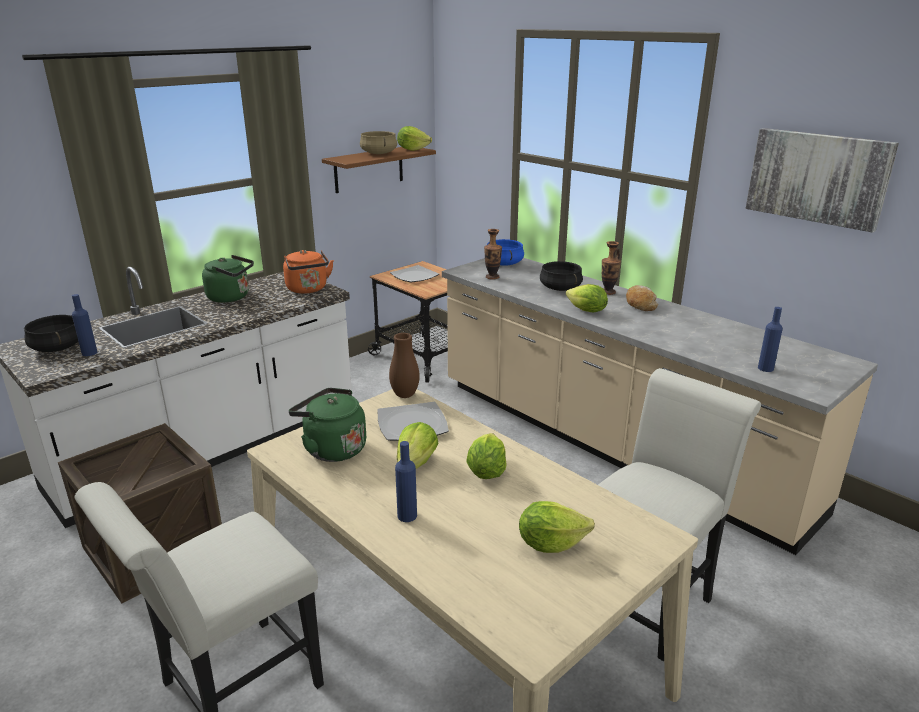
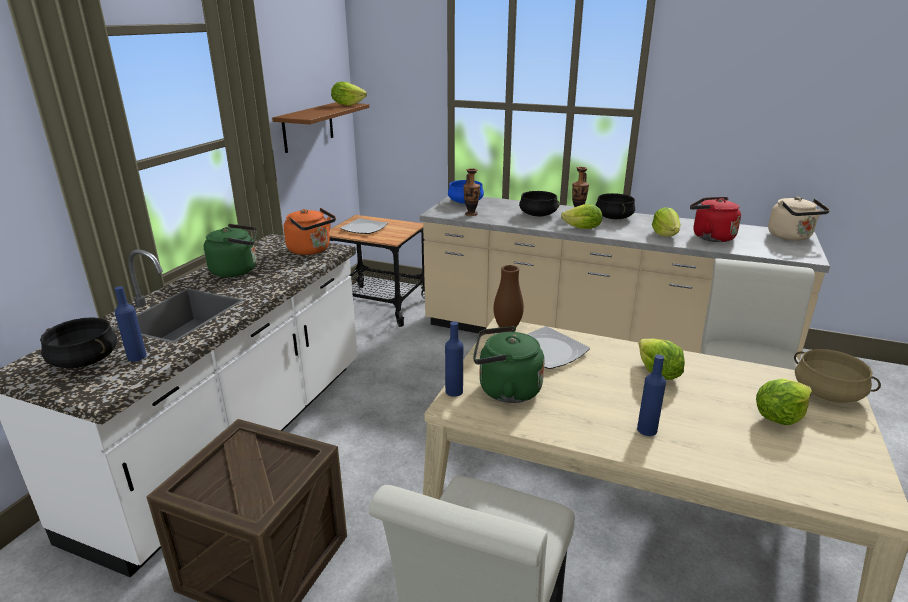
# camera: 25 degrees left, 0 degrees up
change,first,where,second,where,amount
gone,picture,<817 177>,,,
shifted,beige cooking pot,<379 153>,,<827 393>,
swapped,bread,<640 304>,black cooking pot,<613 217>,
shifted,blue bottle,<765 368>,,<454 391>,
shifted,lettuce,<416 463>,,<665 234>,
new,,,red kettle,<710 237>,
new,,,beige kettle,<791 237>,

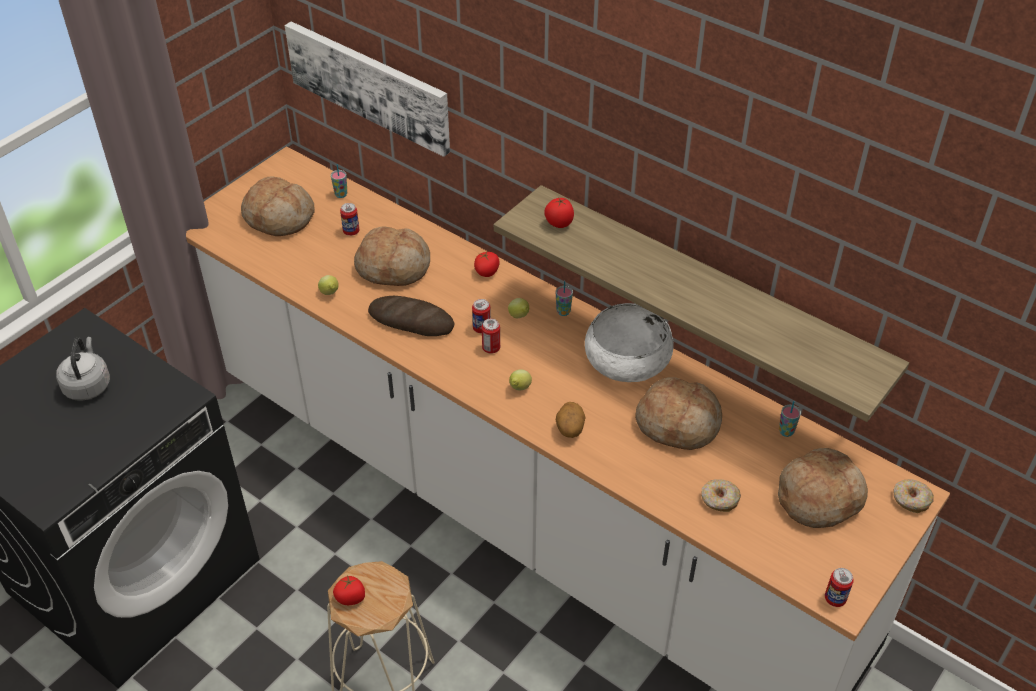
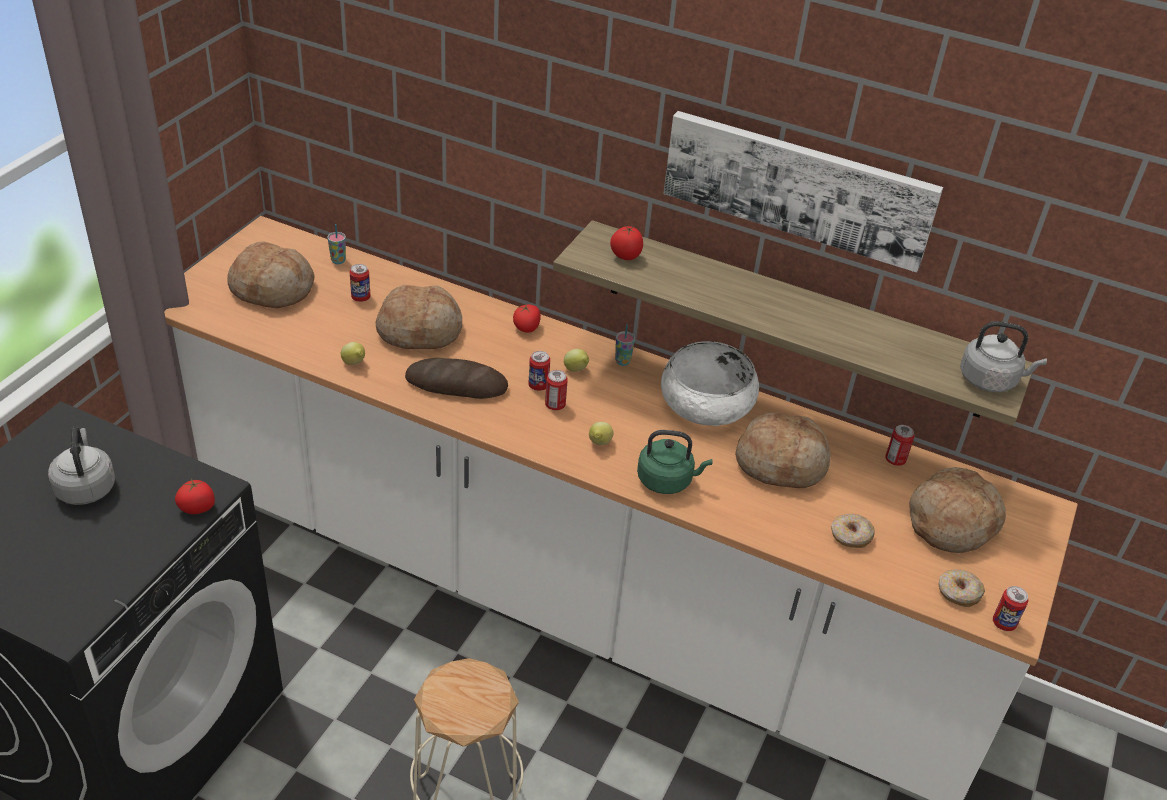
# camera: 15 degrees left, 5 degrees down
change,first,where,second,where,amount
shifted,picture,<369 85>,,<798 187>,
swapped,cup,<786 431>,can,<895 460>,
swapped,potato,<569 429>,green kettle,<667 481>,
shifted,donut,<910 500>,,<958 593>,
shifted,tomato,<351 598>,,<197 507>,
new,,,grey kettle,<991 380>,

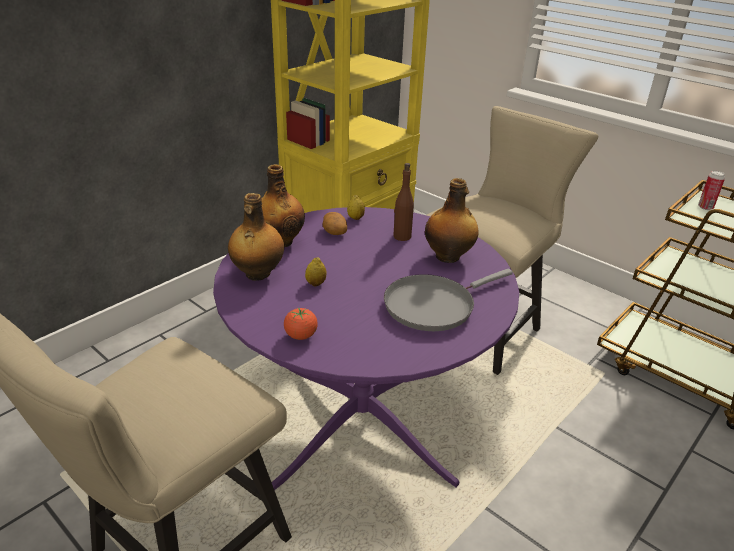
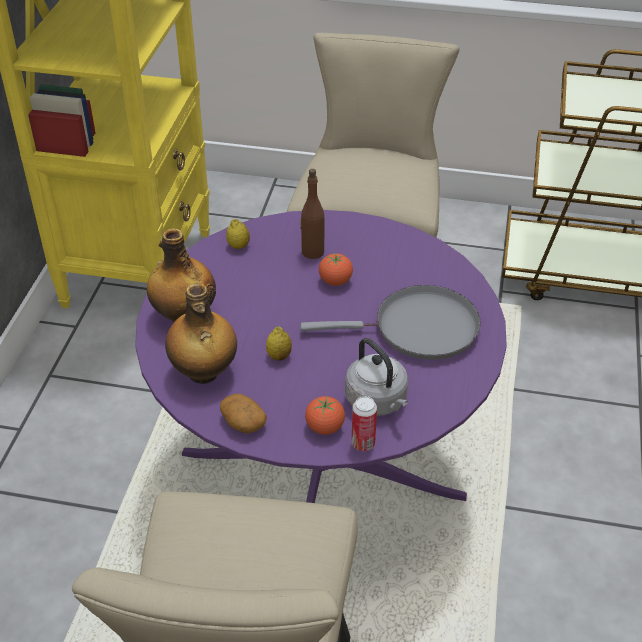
# camera: 30 degrees left, 10 degrees up
change,first,where,second,where,amount
shifted,can,<705 207>,,<363 443>,
gone,bottle,<448 257>,,,
shifted,potato,<334 231>,,<243 422>,
rotated,grey frying pan,<433 305>,,<419 329>,120 degrees counterclockwise
new,,,tomato,<335 281>,
new,,,grey kettle,<378 401>,

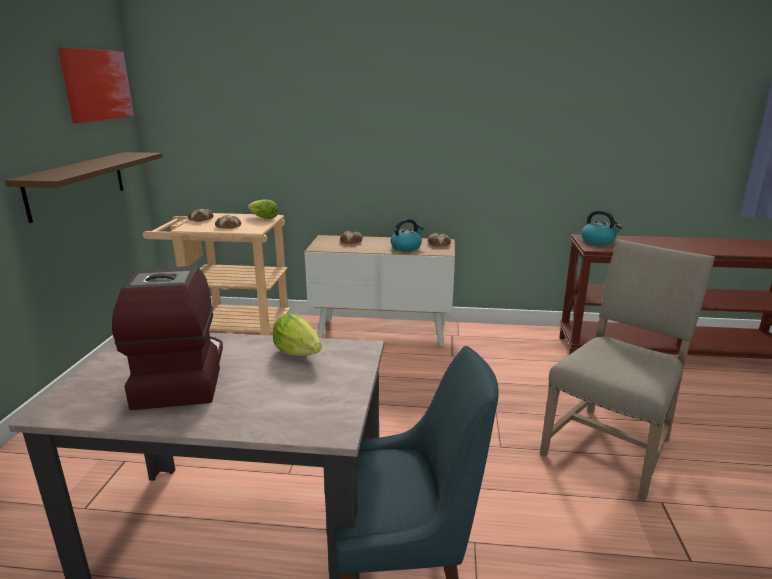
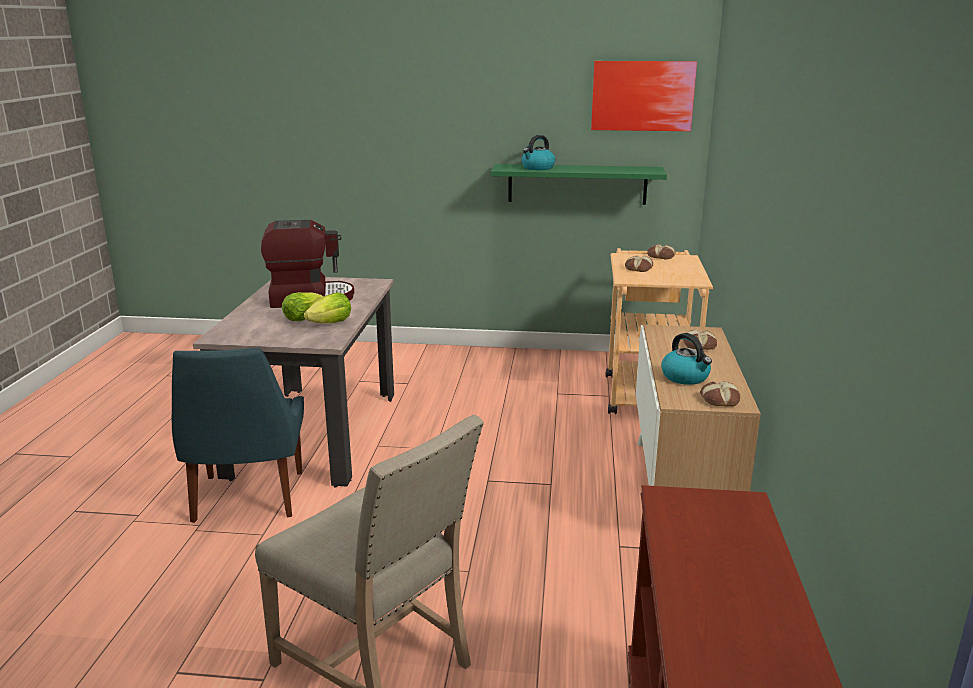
# camera: 90 degrees right, 0 degrees up
change,first,where,second,where,amount
repainted,brown shelf,<77 184>,green shelf,<577 184>,
shifted,lettuce,<263 218>,,<303 317>,
shifted,kettle,<598 241>,,<537 168>,

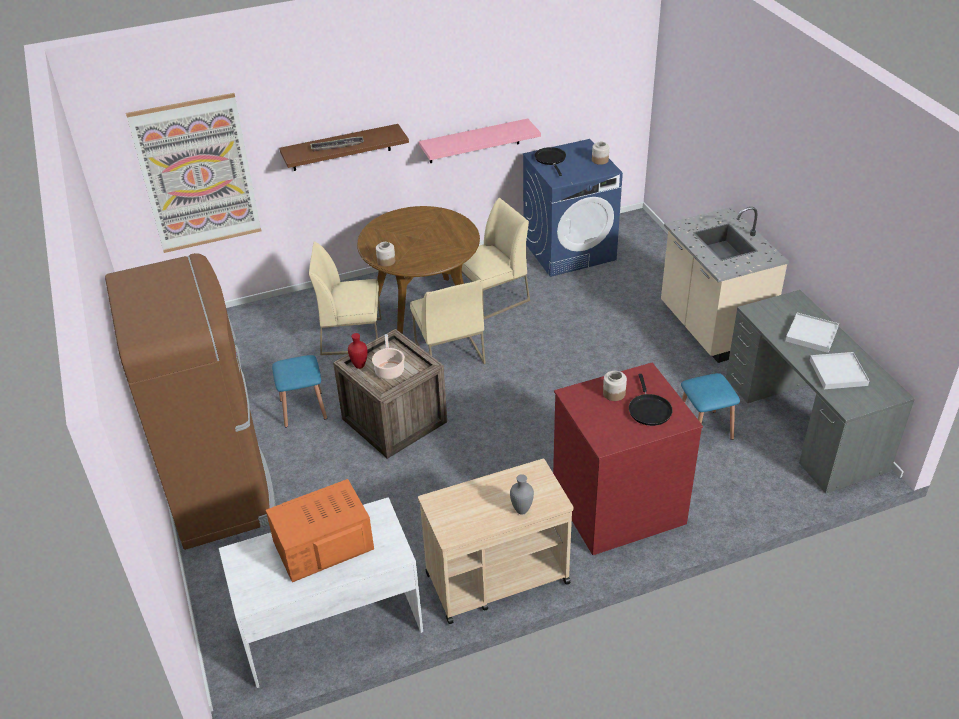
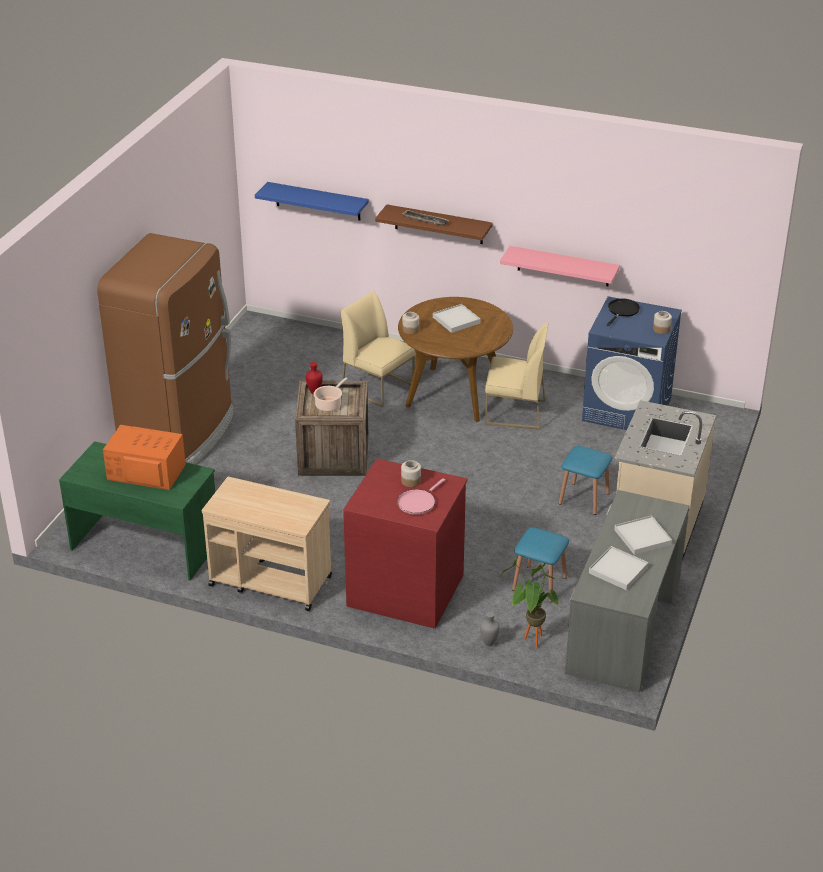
# camera: 40 degrees right, 5 degrees down
change,first,where,second,where,amount
swapped,picture,<197 175>,blue shelf,<318 201>,
gone,beige chair,<448 352>,,,
shifted,blue stool,<303 409>,,<584 498>,
repainted,black frying pan,<649 409>,pink frying pan,<418 502>,
shifted,grey vase,<521 511>,,<488 643>,
repainted,white desk,<330 625>,green desk,<146 544>,
new,,,white tray,<456 320>,
new,,,potted plant,<530 641>,

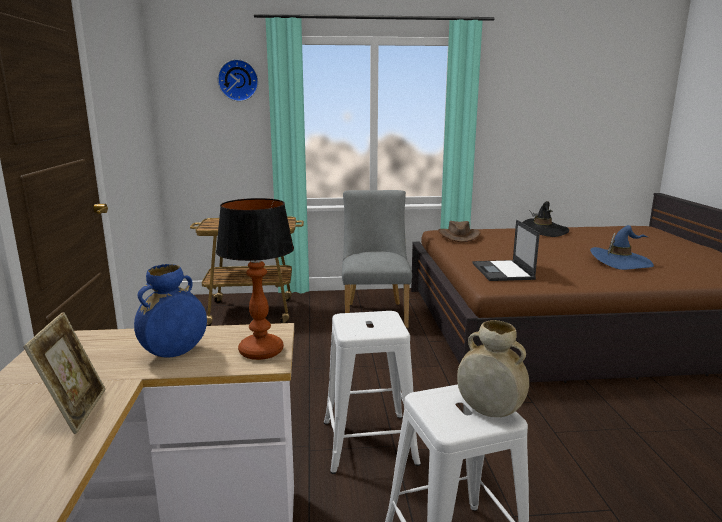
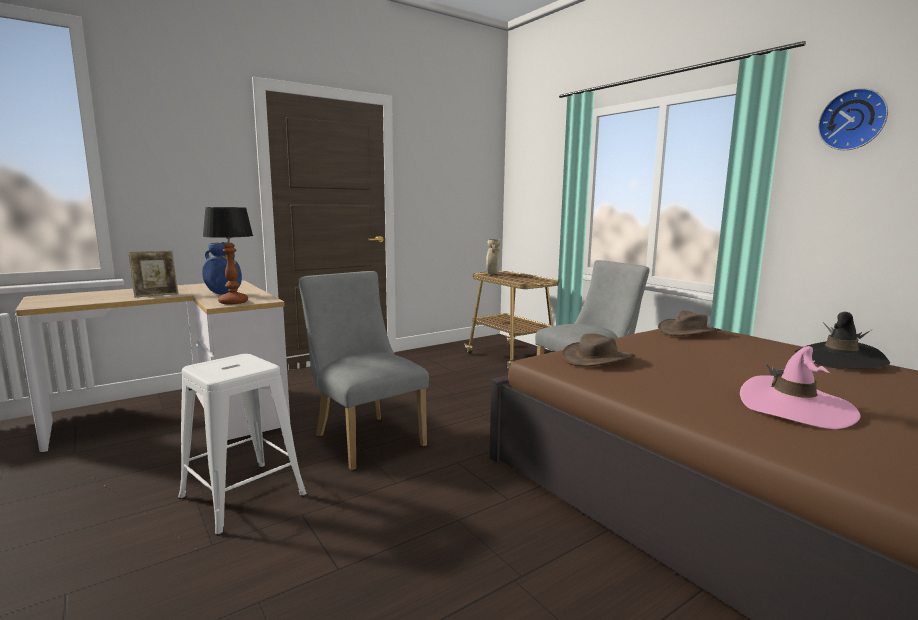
# camera: 60 degrees right, 5 degrees down
change,first,where,second,where,amount
shifted,wall clock,<238 80>,,<853 120>,
swapped,laptop,<503 271>,brown hat,<598 358>,
repainted,blue hat,<620 262>,pink hat,<796 407>,
swapped,white stool,<369 442>,grey chair,<364 438>,
shifted,beige vase,<489 412>,,<492 274>,

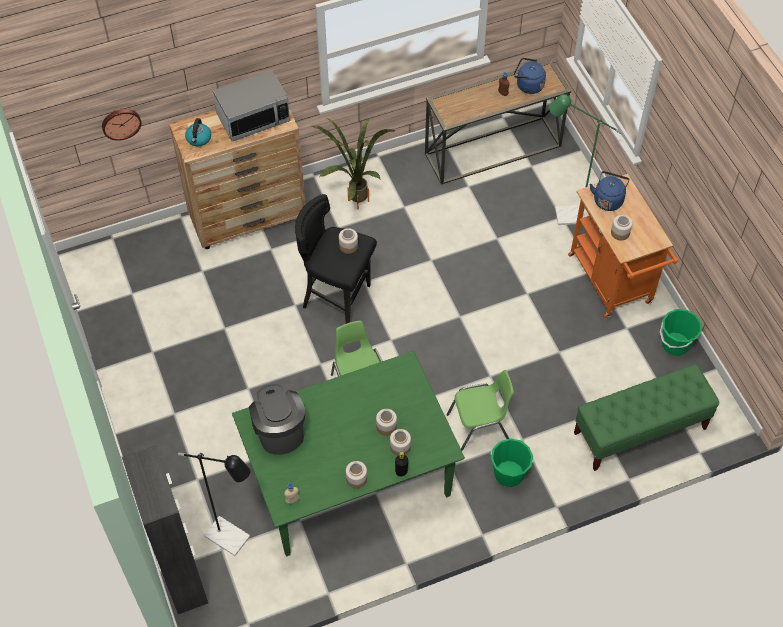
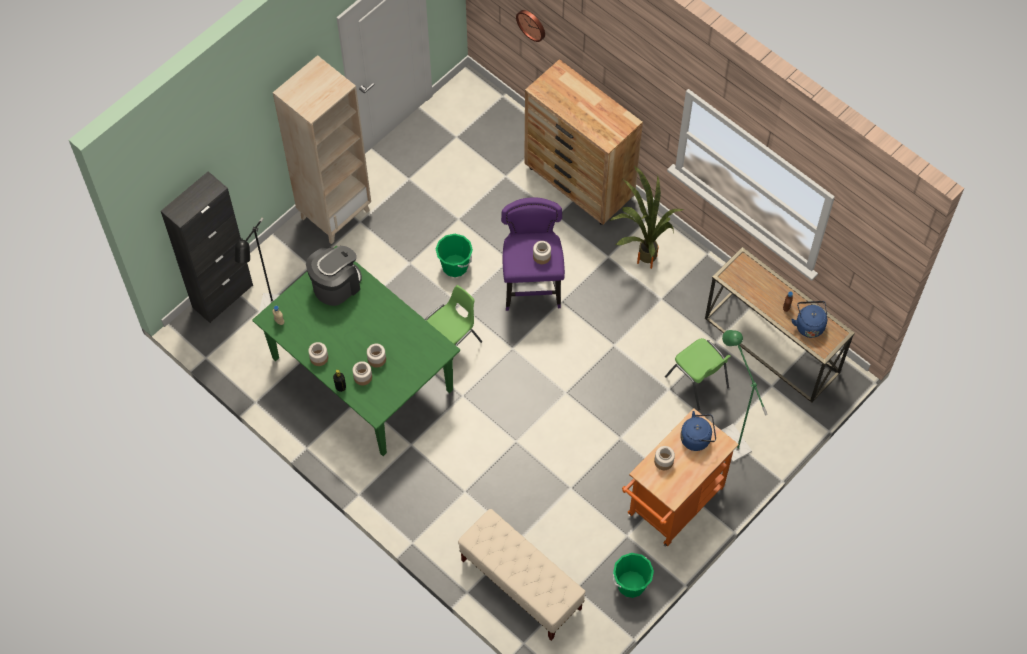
# camera: 65 degrees right, 5 degrees up
change,first,where,second,where,amount
gone,microwave,<253 118>,,,
gone,kettle,<199 139>,,,
repainted,black stool,<337 299>,purple stool,<532 289>,
repainted,green bench,<639 431>,beige bench,<520 584>,
shifted,green chair,<479 429>,,<697 382>,
shifted,green bucket,<509 474>,,<455 266>,
new,,,beige bookcase,<335 213>,

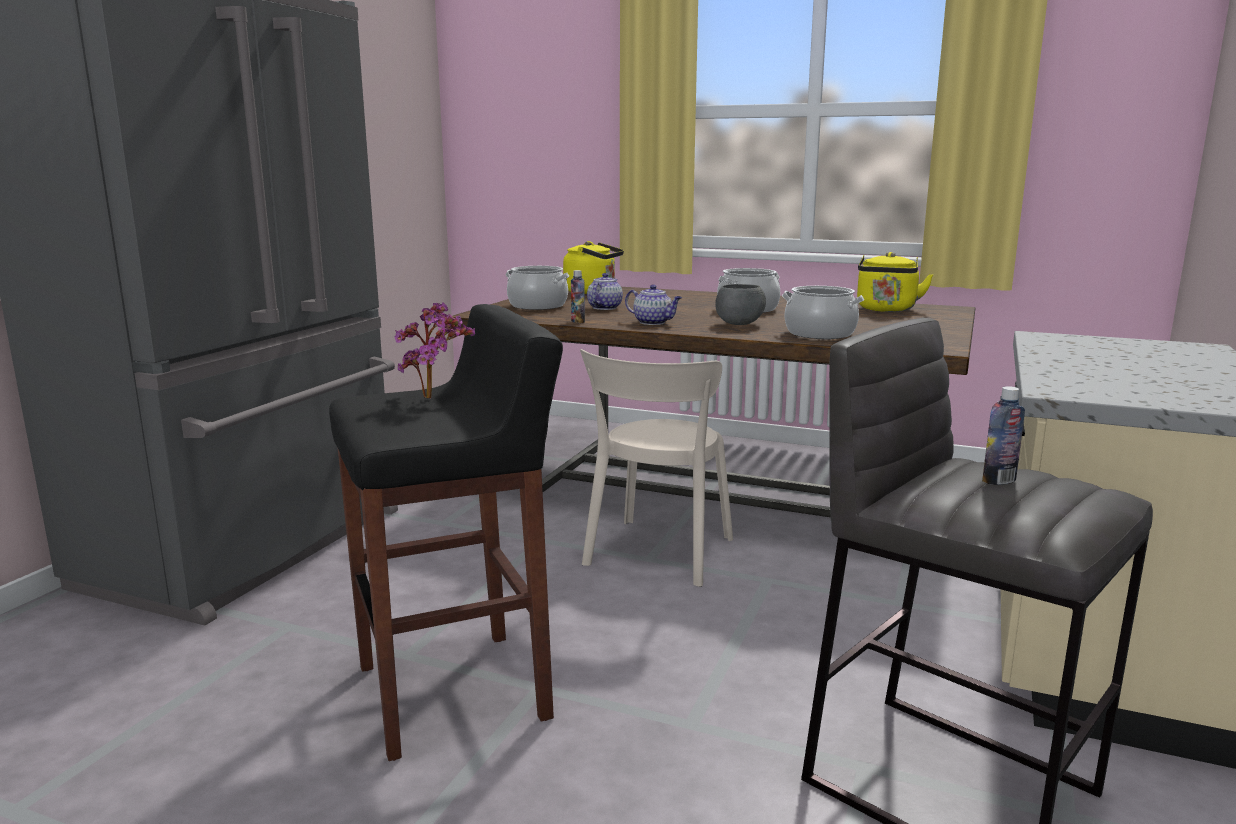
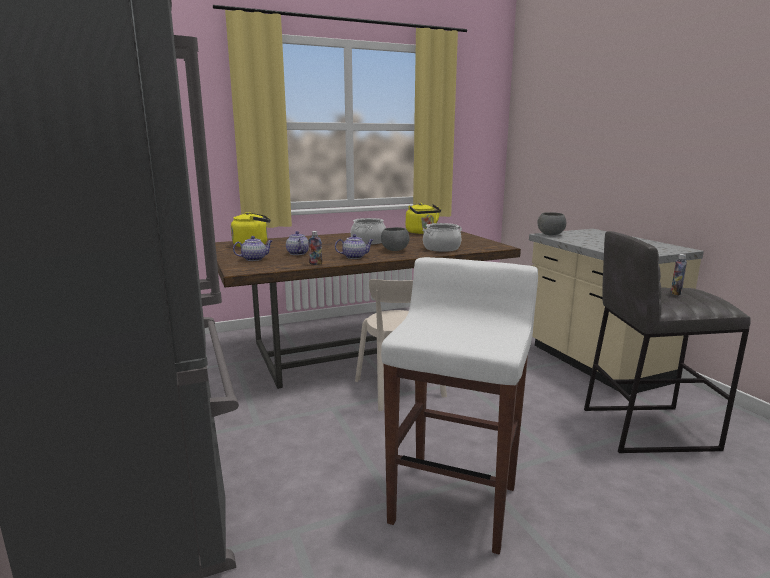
# camera: 45 degrees left, 0 degrees up
change,first,where,second,where,amount
swapped,cooking pot,<538 306>,teapot,<254 259>,
gone,potted plant,<435 398>,,,
repainted,black stool,<456 692>,white stool,<455 503>,
new,,,grey bowl,<550 235>,

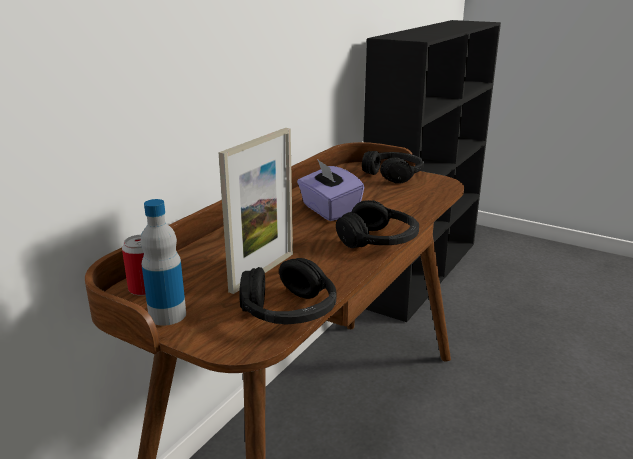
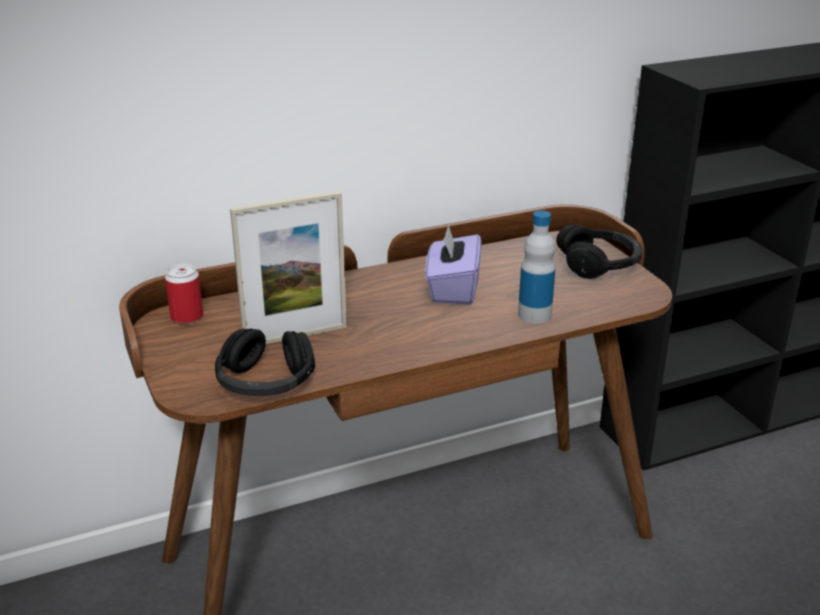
# camera: 35 degrees right, 5 degrees up
change,first,where,second,where,amount
shifted,bottle,<167 315>,,<534 315>,
gone,black headphones,<379 240>,,,

